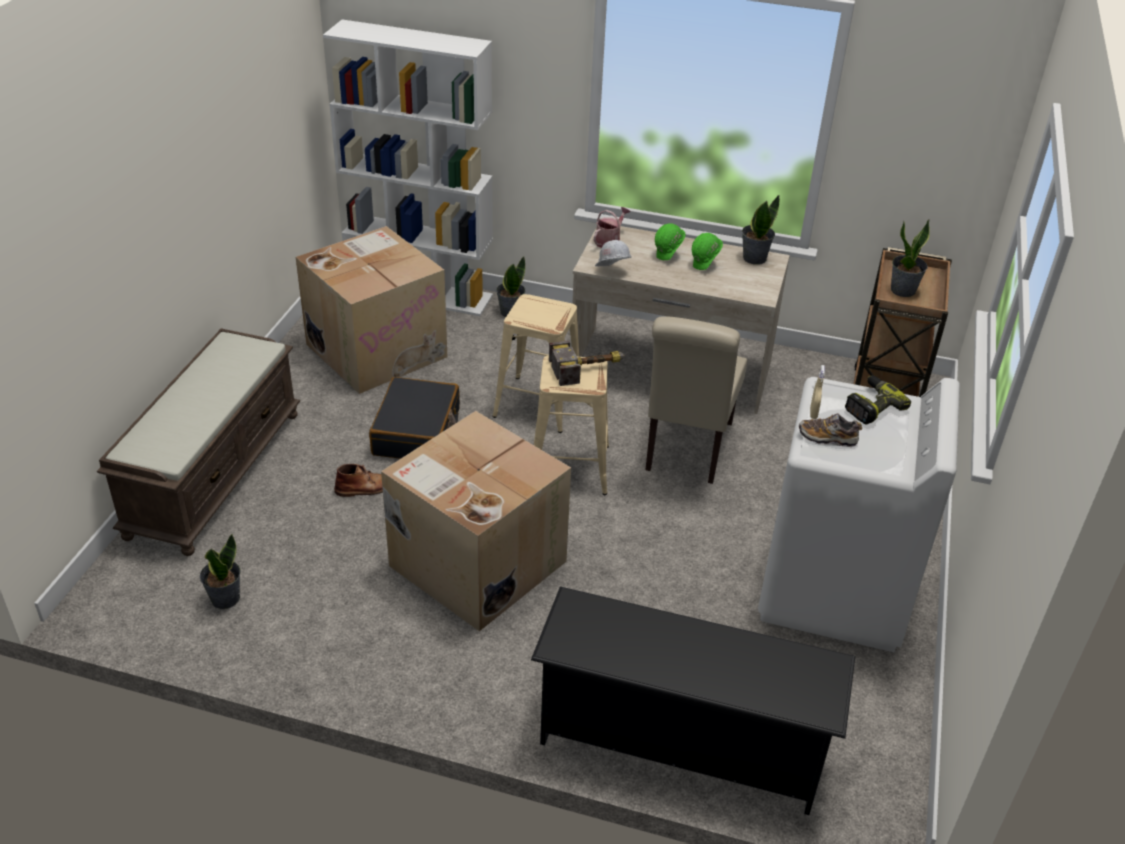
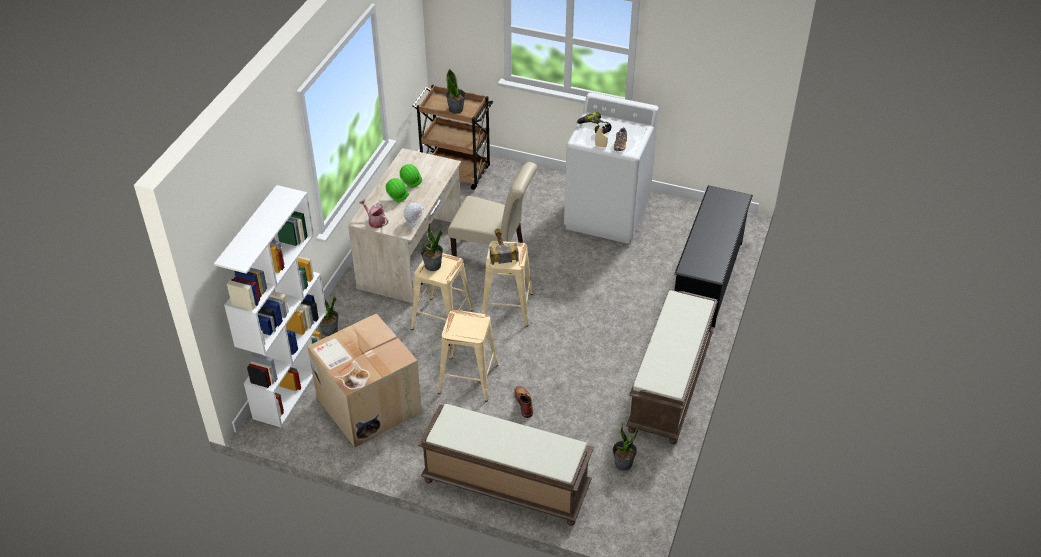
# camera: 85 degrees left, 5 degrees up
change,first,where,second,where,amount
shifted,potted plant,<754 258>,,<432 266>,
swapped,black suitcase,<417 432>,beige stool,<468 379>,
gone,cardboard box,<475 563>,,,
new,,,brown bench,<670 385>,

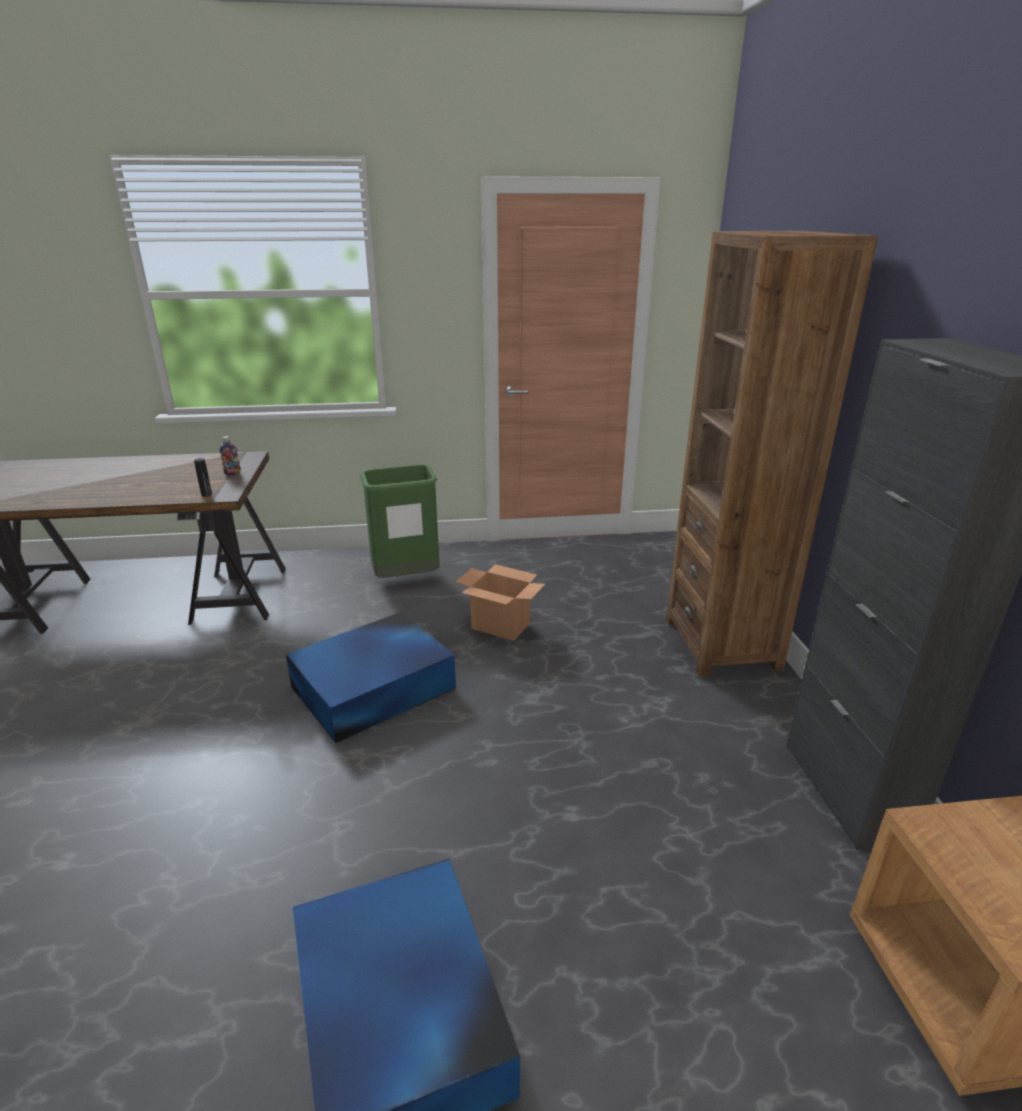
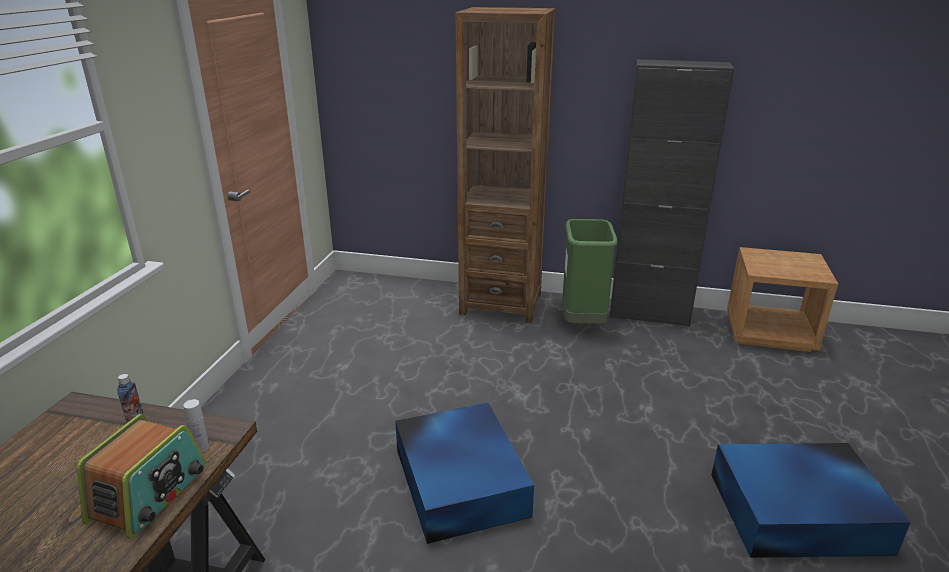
# camera: 70 degrees left, 0 degrees up
change,first,where,second,where,amount
repainted,black bottle,<206 494>,white bottle,<201 447>,
shifted,green trash can,<406 579>,,<583 322>,
gone,cardboard box,<499 626>,,,
new,,,radio,<150 494>,

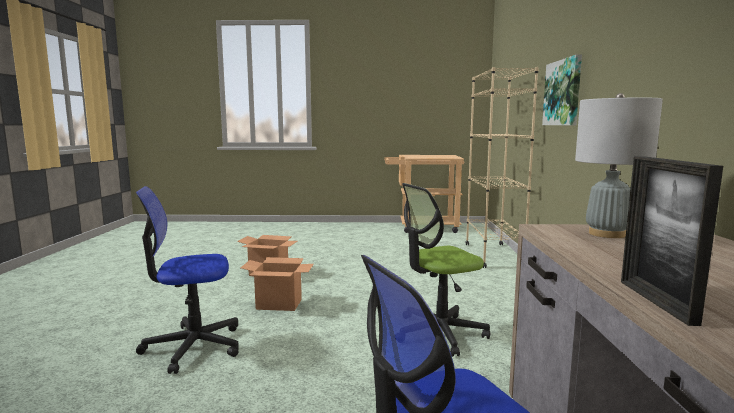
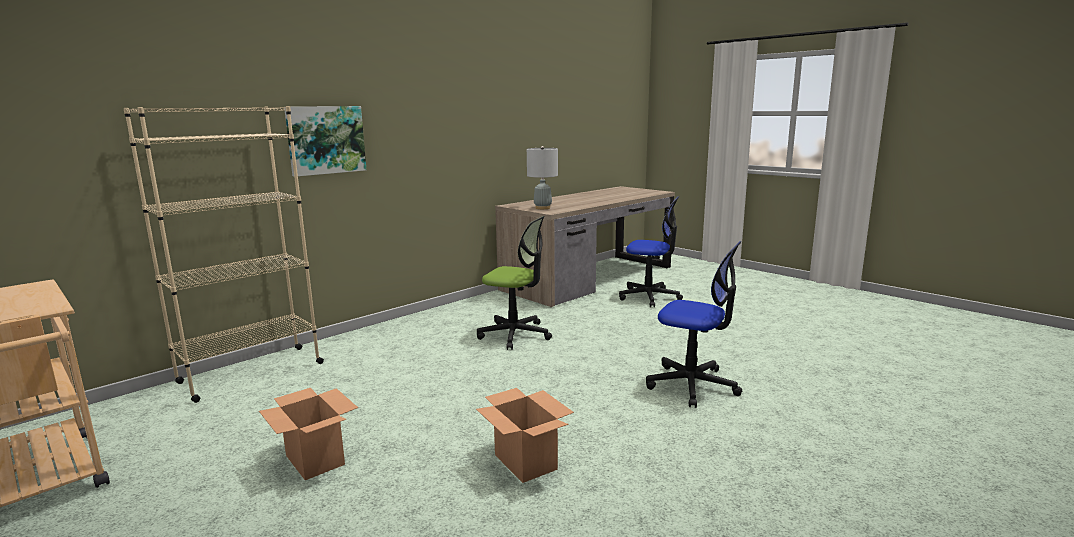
# camera: 135 degrees left, 5 degrees up
change,first,where,second,where,amount
gone,picture frame,<656 301>,,,
shifted,cardboard box,<279 304>,,<314 460>,

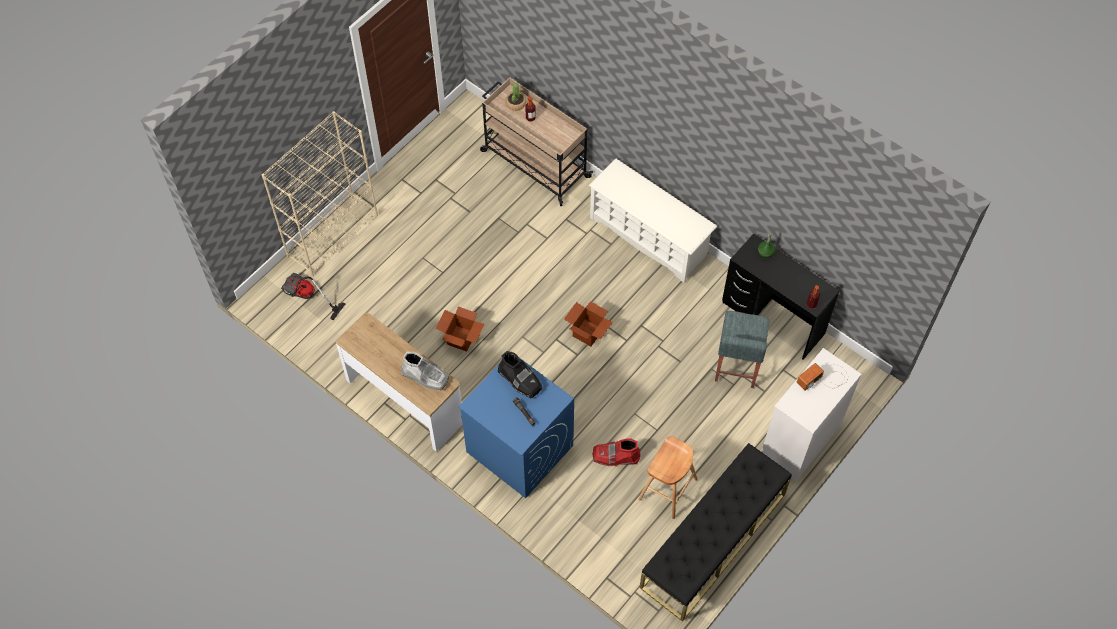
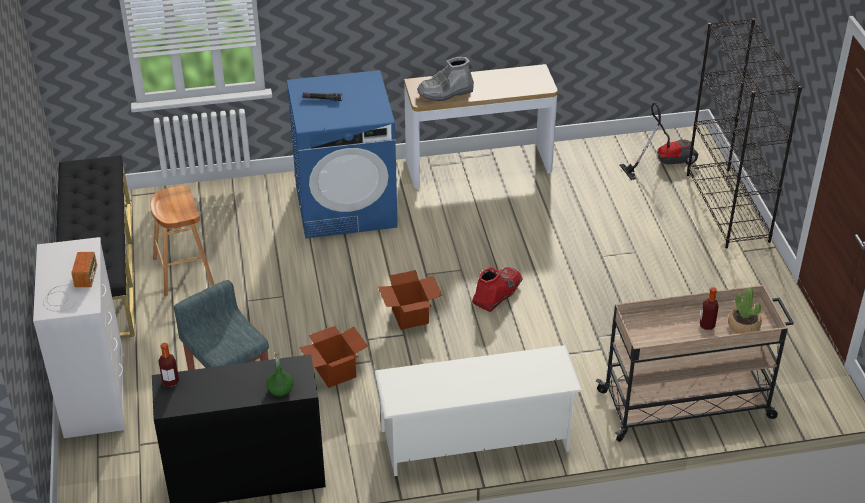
# camera: 130 degrees right, 20 degrees down
change,first,where,second,where,amount
repainted,beige bookcase,<333 235>,black bookcase,<728 208>,
shifted,cardboard box,<461 338>,,<335 372>,
gone,black boot,<520 380>,,,
shifted,red boot,<615 456>,,<497 293>,

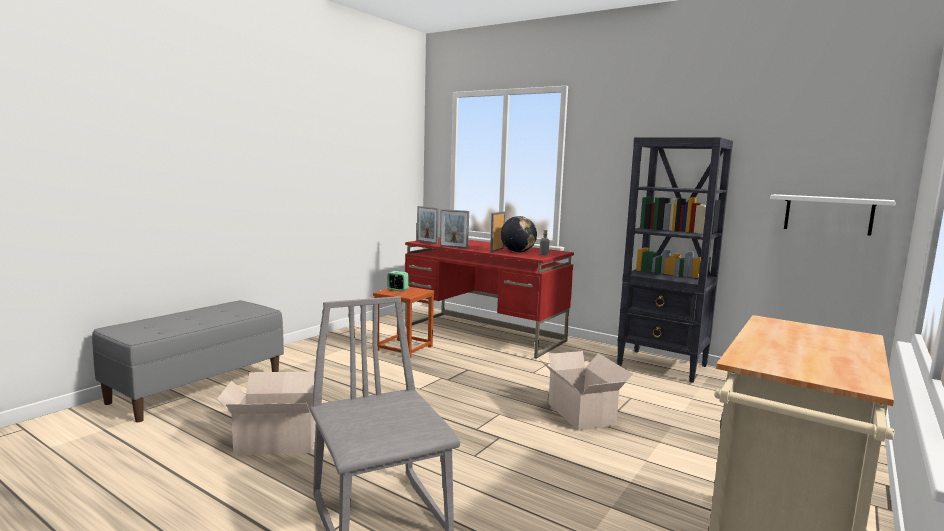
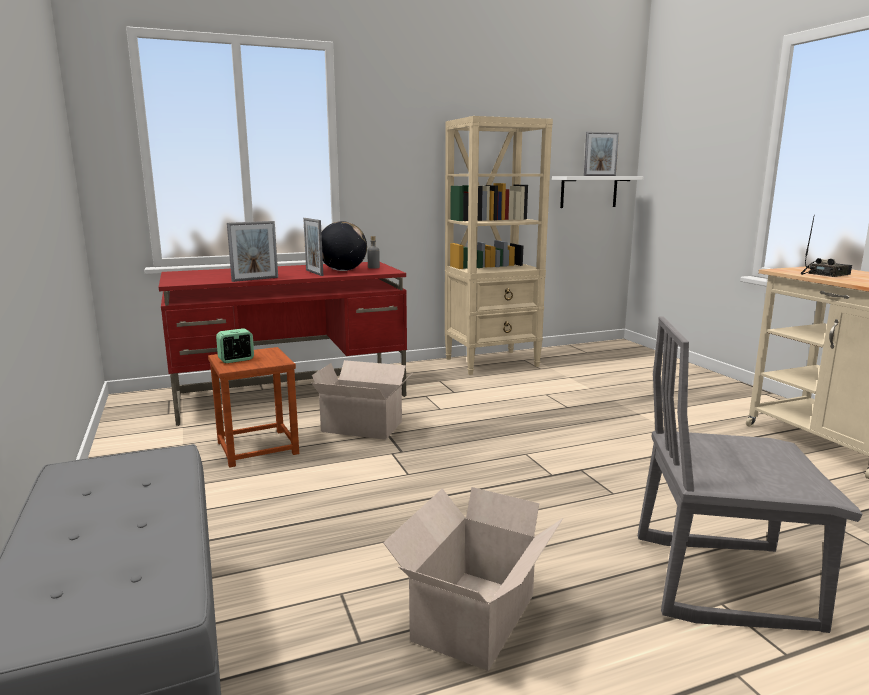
# camera: 55 degrees left, 5 degrees up
change,first,where,second,where,amount
repainted,black bookcase,<663 366>,beige bookcase,<492 362>,
shifted,picture frame,<427 242>,,<599 175>,
shifted,cardboard box,<581 415>,,<364 427>,
new,,,radio,<824 274>,

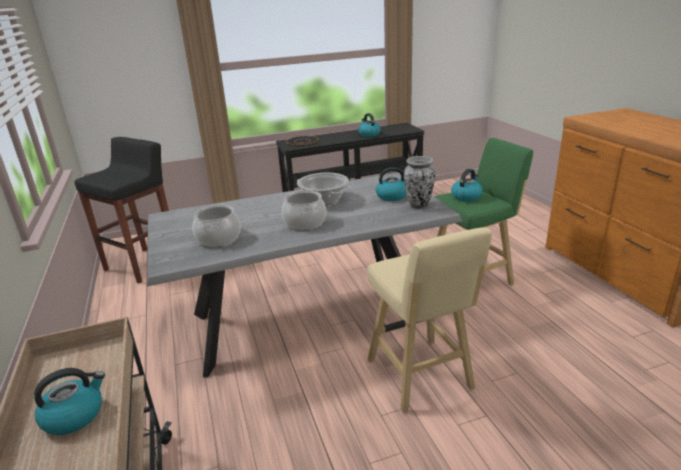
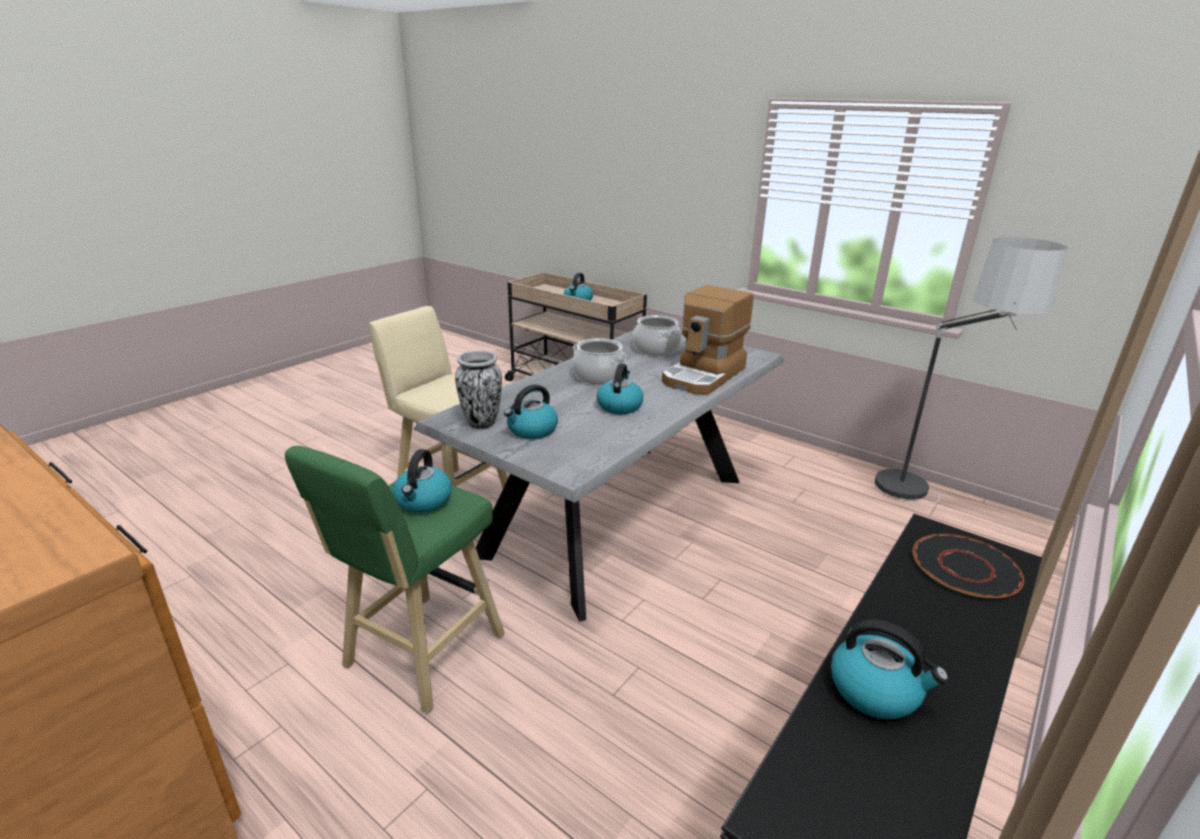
# camera: 145 degrees right, 0 degrees up
change,first,where,second,where,amount
swapped,black stool,<143 265>,floor lamp,<920 511>,
swapped,cooking pot,<324 200>,kettle,<619 406>,
new,,,coffee machine,<704 376>,

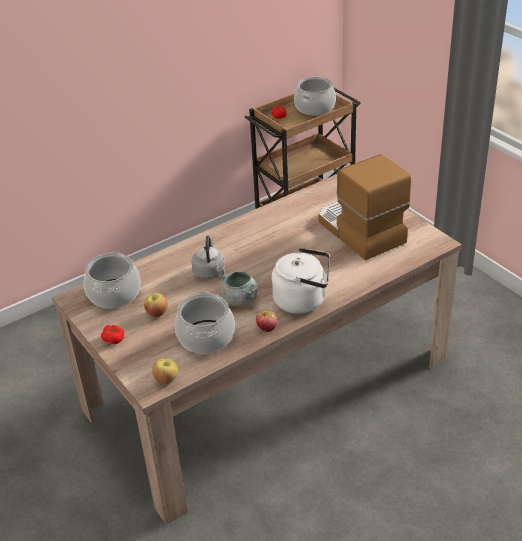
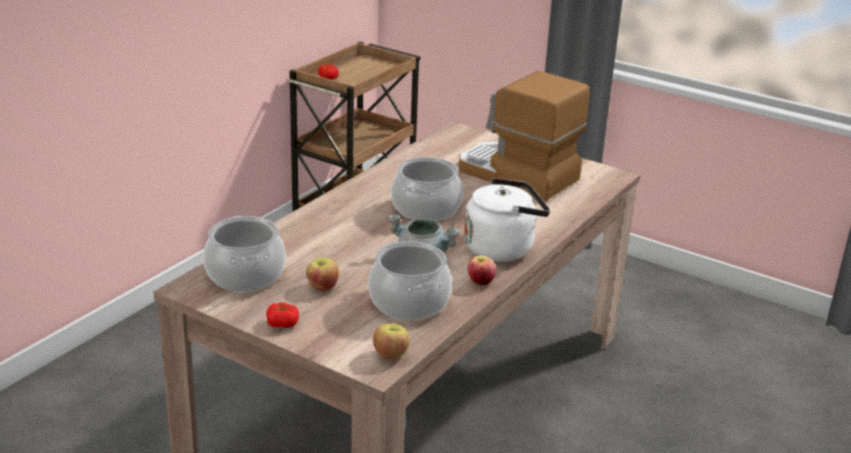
# camera: 25 degrees left, 10 degrees down
change,first,where,second,where,amount
shifted,cooking pot,<315 107>,,<426 209>,
gone,grey kettle,<209 271>,,,

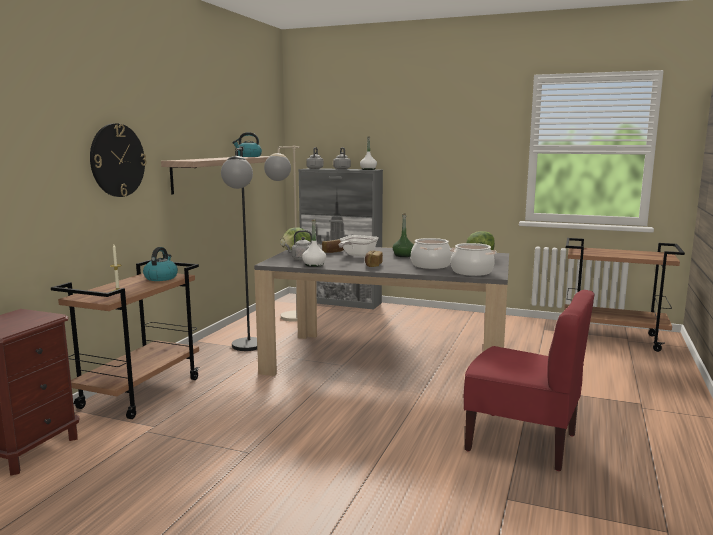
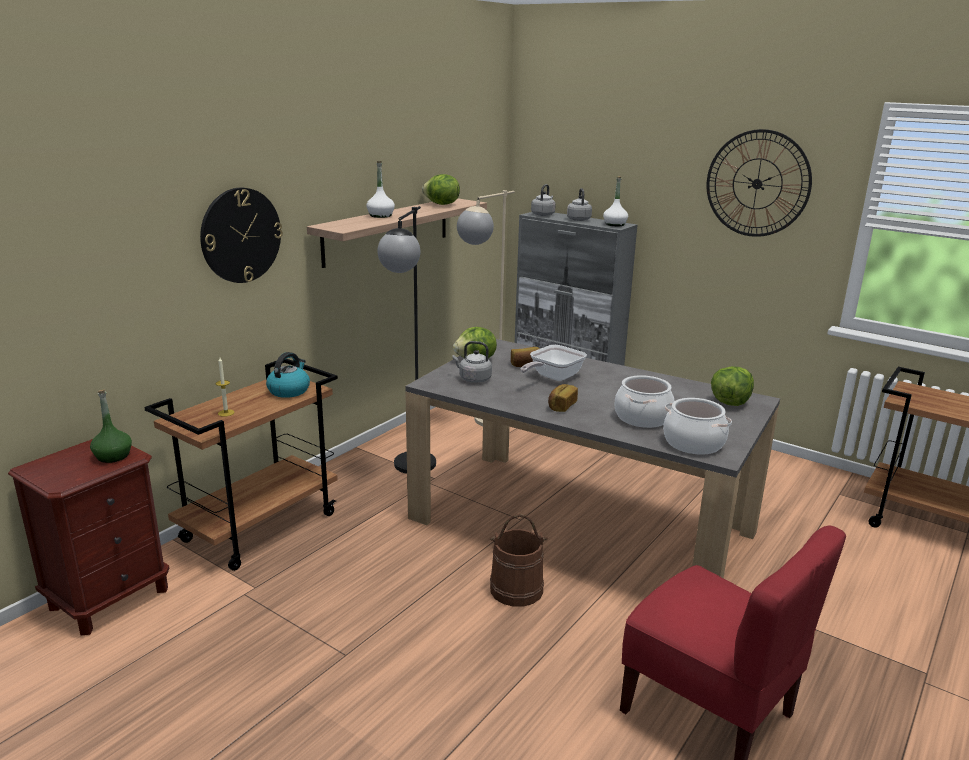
# camera: 15 degrees right, 10 degrees up
change,first,where,second,where,amount
swapped,kettle,<248 156>,lettuce,<441 204>,
shifted,green bottle,<403 255>,,<113 456>,
shifted,white bottle,<314 265>,,<380 216>,
new,,,wall clock,<757 184>,
new,,,brown bucket,<516 589>,

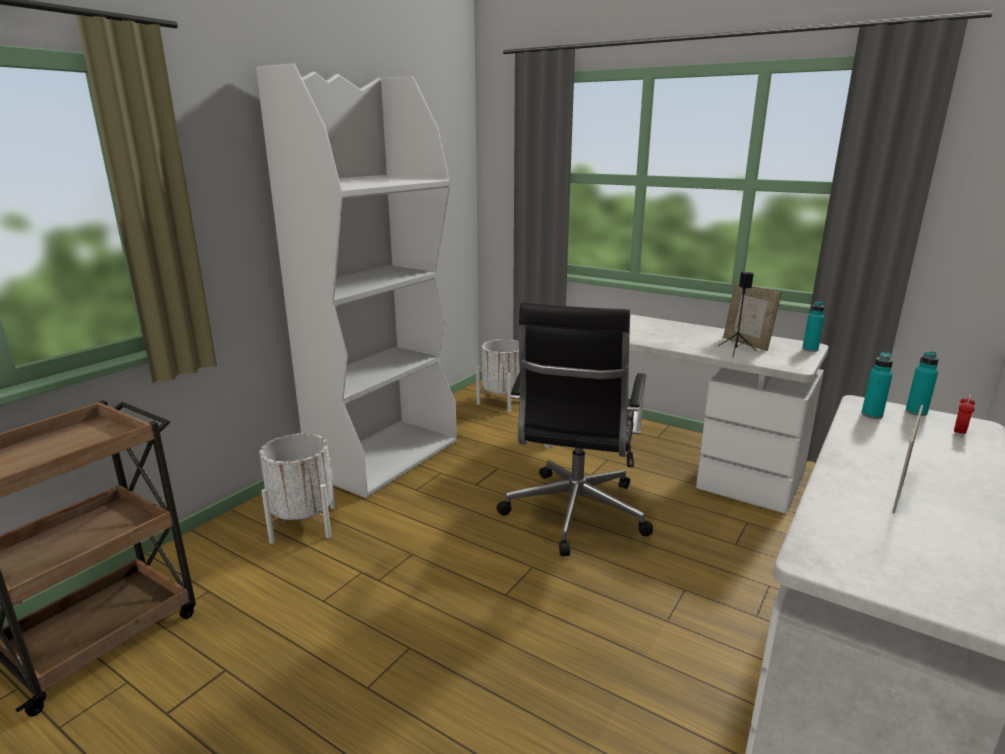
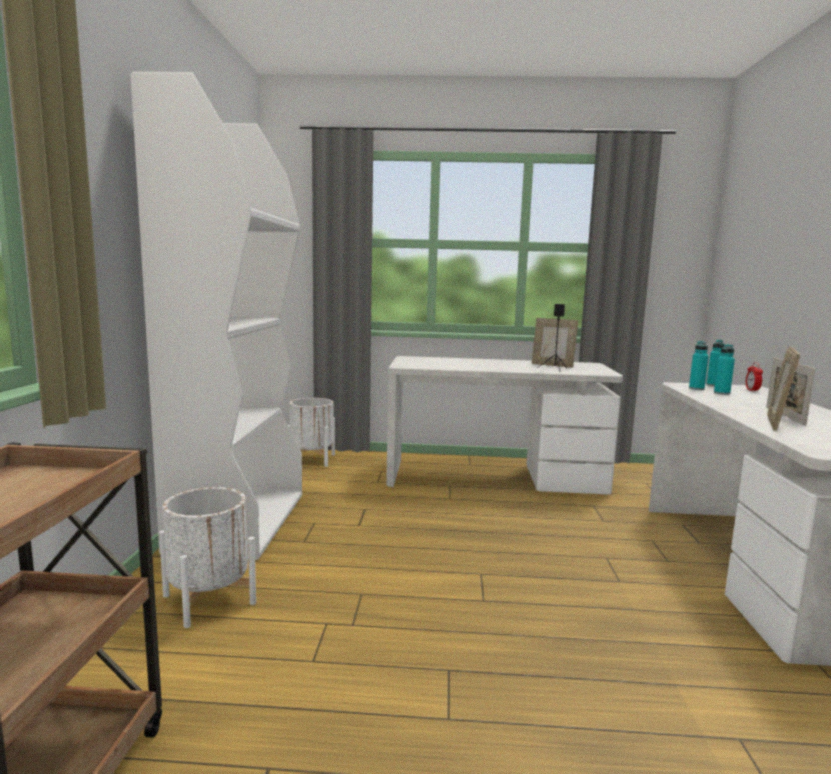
# camera: 30 degrees left, 10 degrees down
change,first,where,second,where,amount
shifted,turquoise bottle,<810 349>,,<721 393>,
gone,black office chair,<574 514>,,,
new,,,picture frame,<777 424>,

